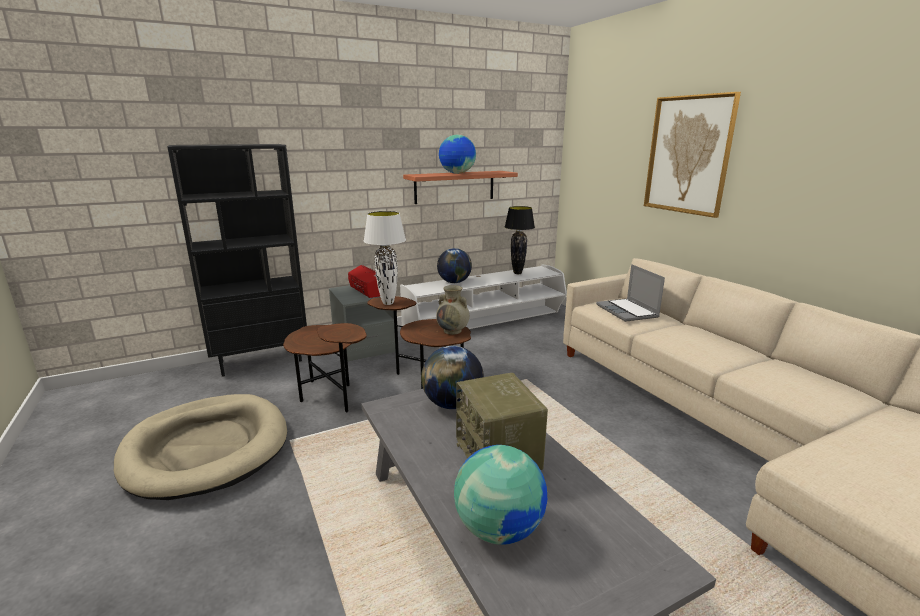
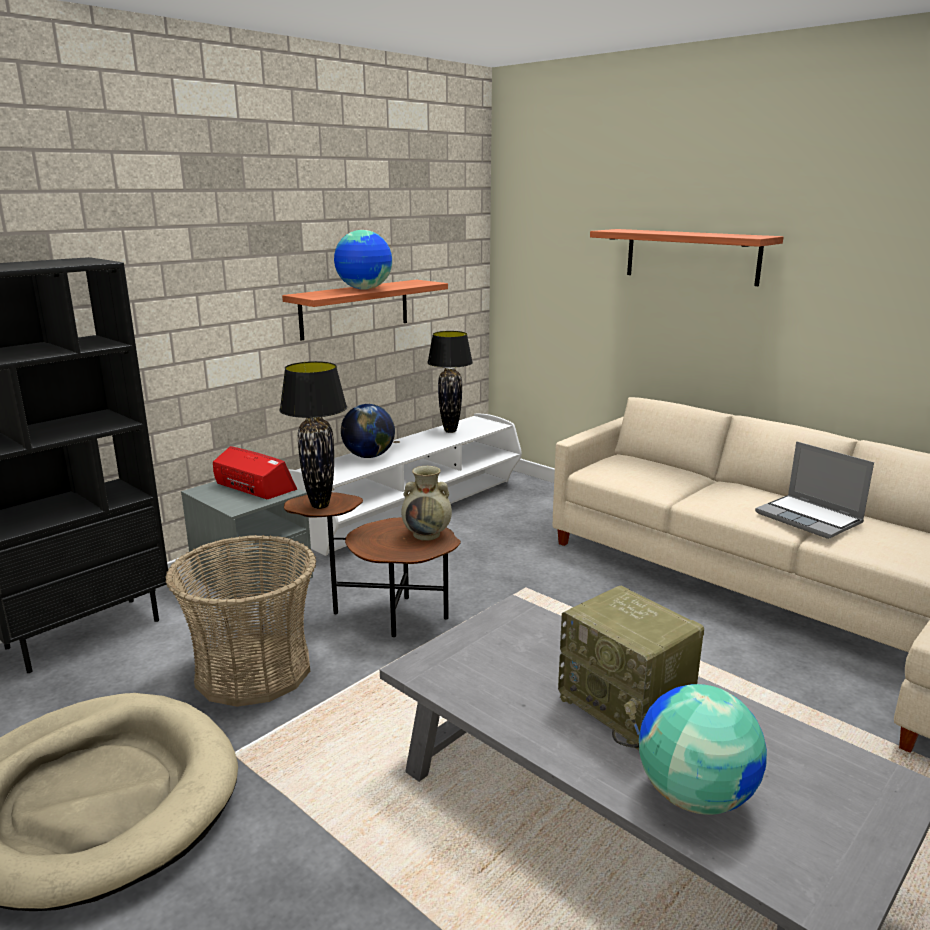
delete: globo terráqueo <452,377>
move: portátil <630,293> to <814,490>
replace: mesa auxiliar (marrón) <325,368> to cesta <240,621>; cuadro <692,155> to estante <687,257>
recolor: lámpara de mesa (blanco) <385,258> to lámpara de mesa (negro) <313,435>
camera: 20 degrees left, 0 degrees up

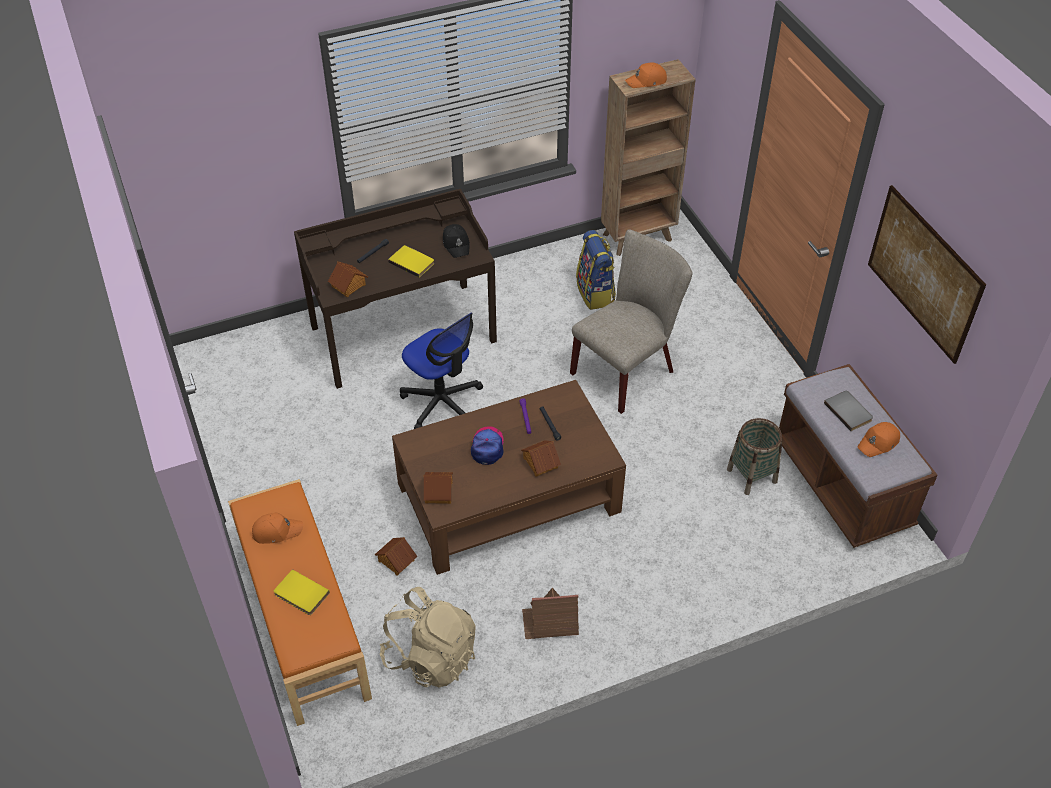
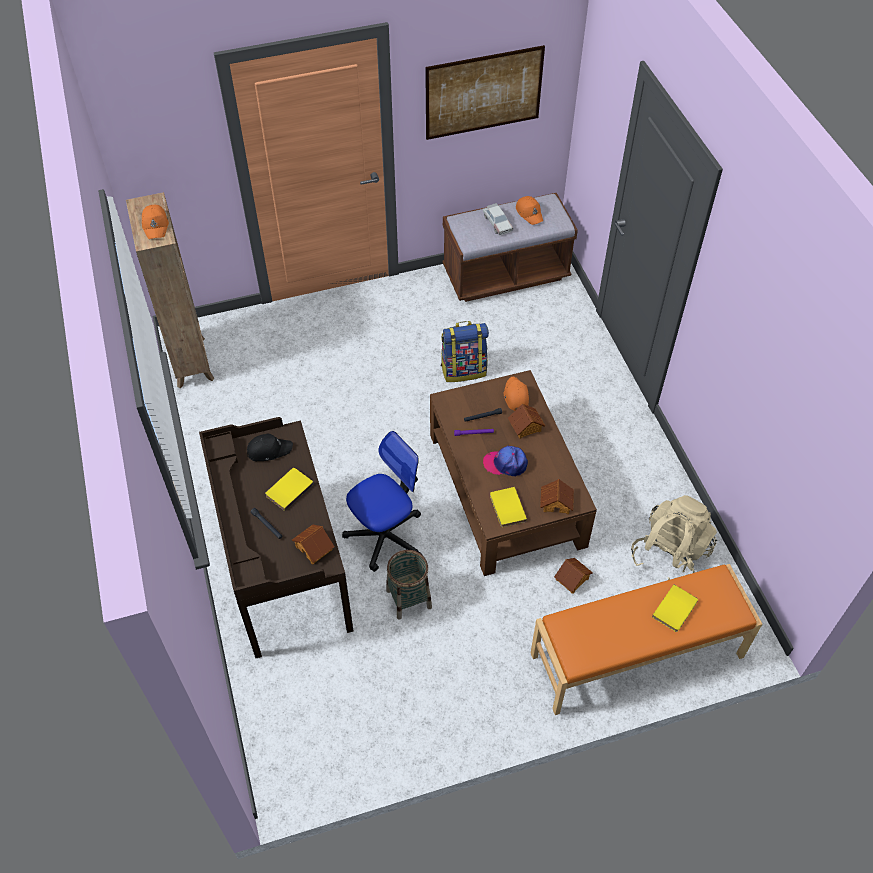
delete: casita <550,613>; silla (beis) <631,322>
insert: libro (amarillo) <508,507>
move: cesta <754,456> to <409,585>; mochila <596,270> to <465,351>; gorra (naranja) <277,528> to <516,394>
replace: libro (gris) <848,411> to coche de juguete <498,219>
camera: 85 degrees left, 5 degrees up

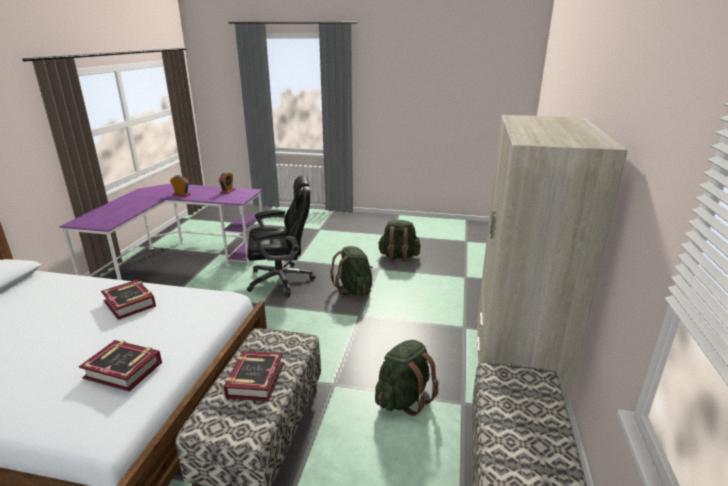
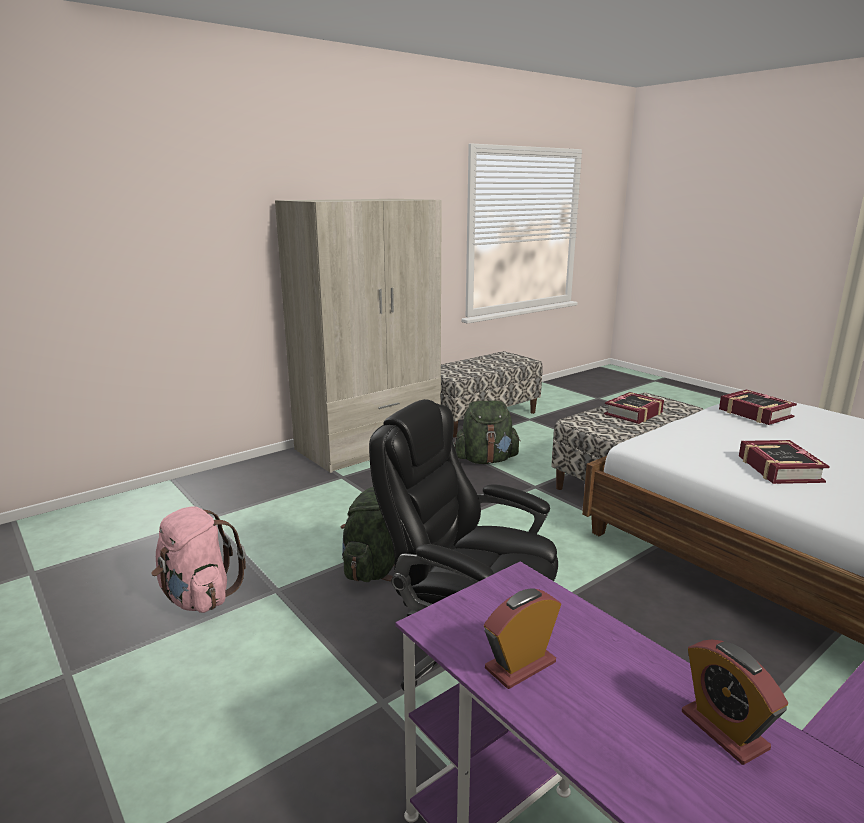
recolor: mochila (verde) <399,241> to mochila (rosa) <198,559>
camera: 140 degrees left, 5 degrees down

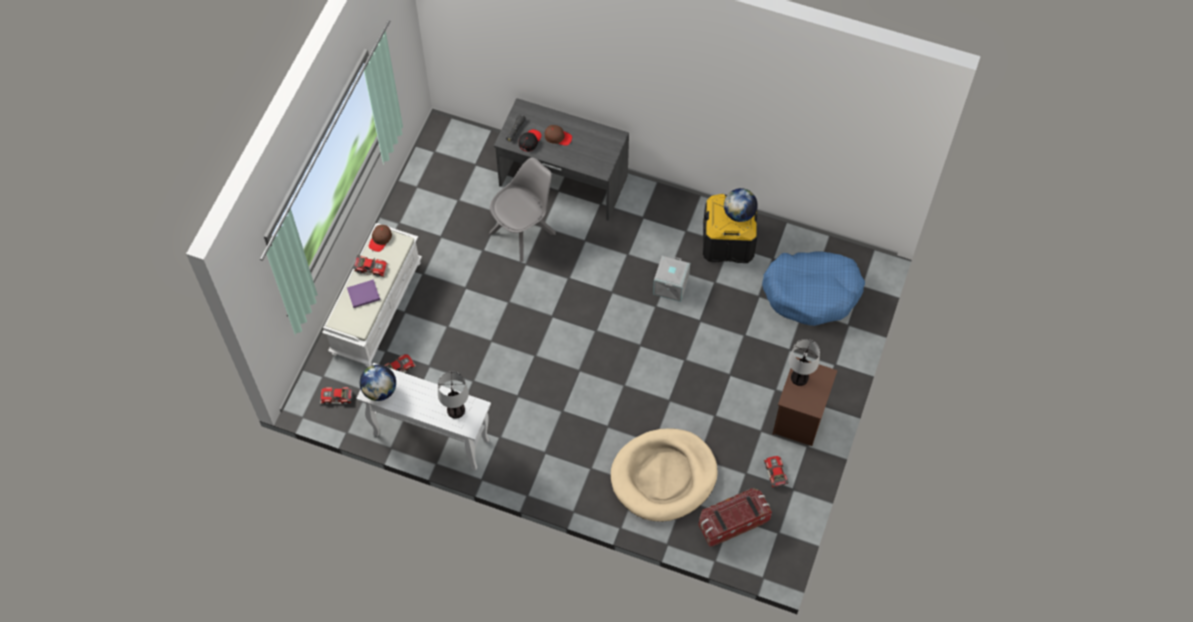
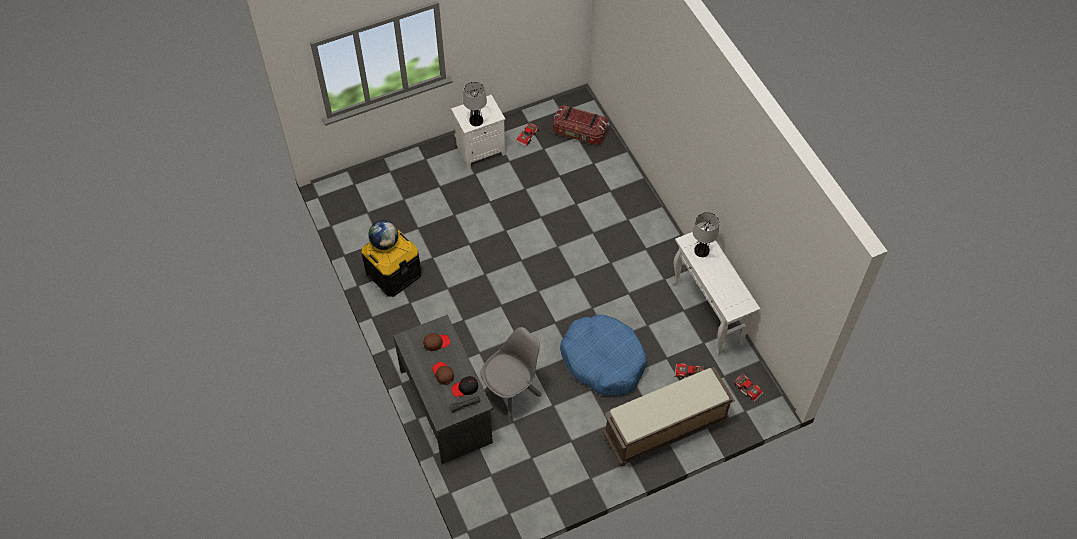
delete: libro (morado) <363,293>; coche de juguete <370,266>; globo terráqueo <378,383>; cama para perro (beis) <664,475>; caja de almacenaje (gris) <671,279>
move: gorra (marrón) <380,238> to <436,342>; cama para perro (azul) <813,288> to <603,355>
recolor: mesita de noche (marrón) <805,401> to mesita de noche (blanco) <478,131>; banco (blanco) <372,295> to banco (marrón) <668,416>
rotate: silla (gris) <522,209> = <511,375> 135 degrees clockwise
camera: 135 degrees left, 5 degrees down

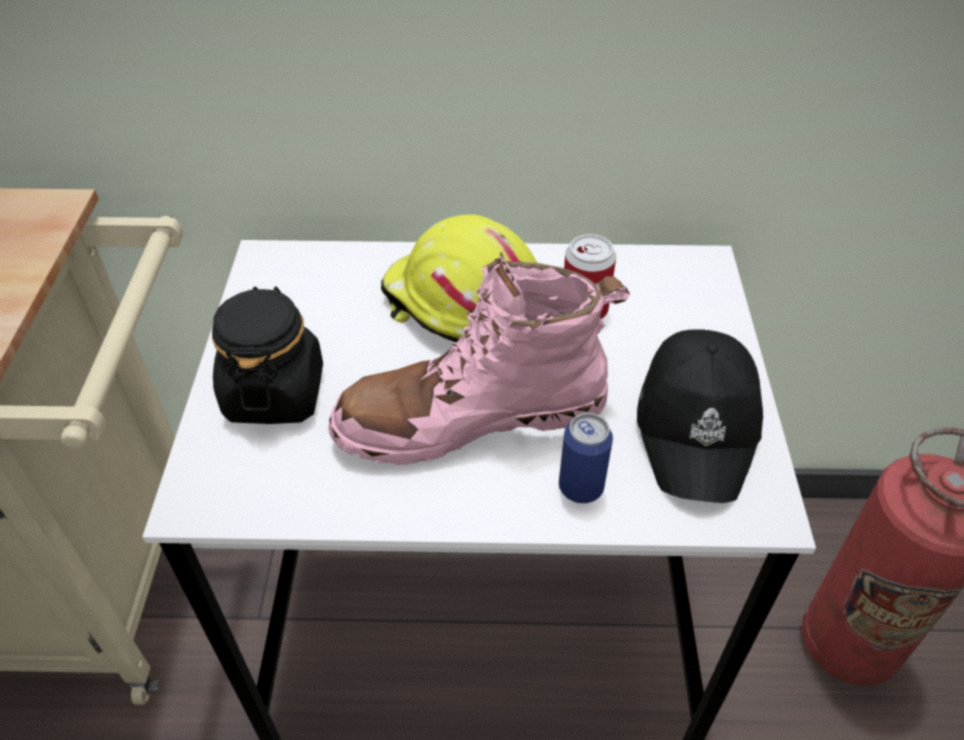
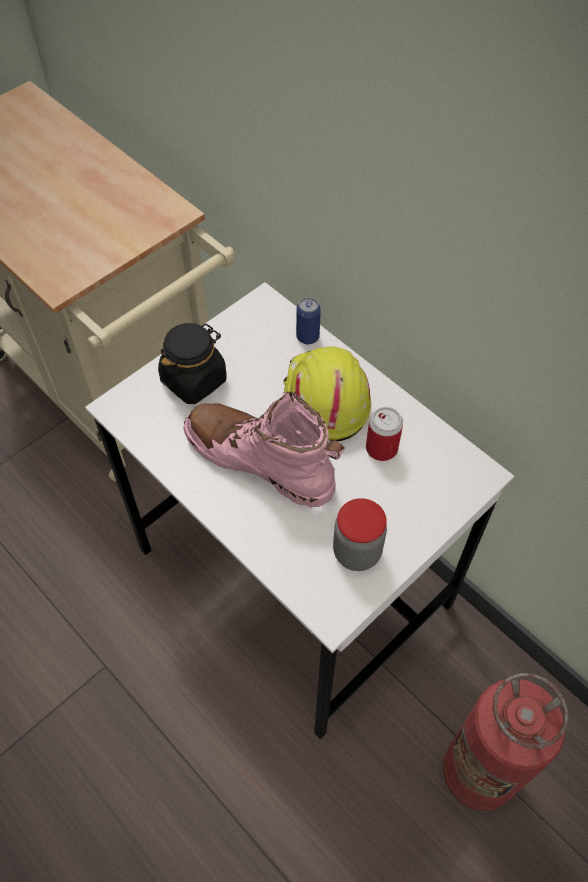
move: lata <586,458> to <308,320>
replace: gorra (negro) <700,416> to tarro <360,534>
camera: 45 degrees right, 10 degrees up

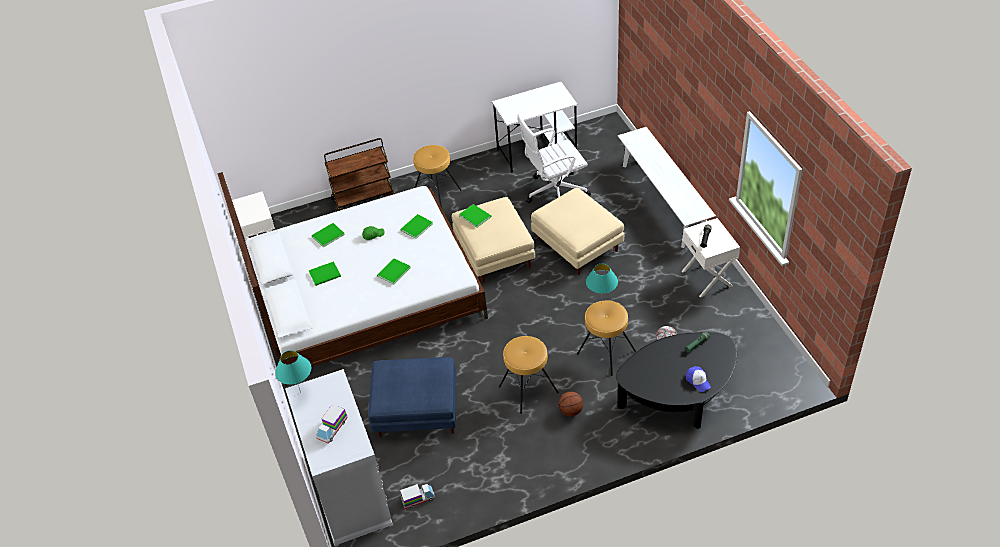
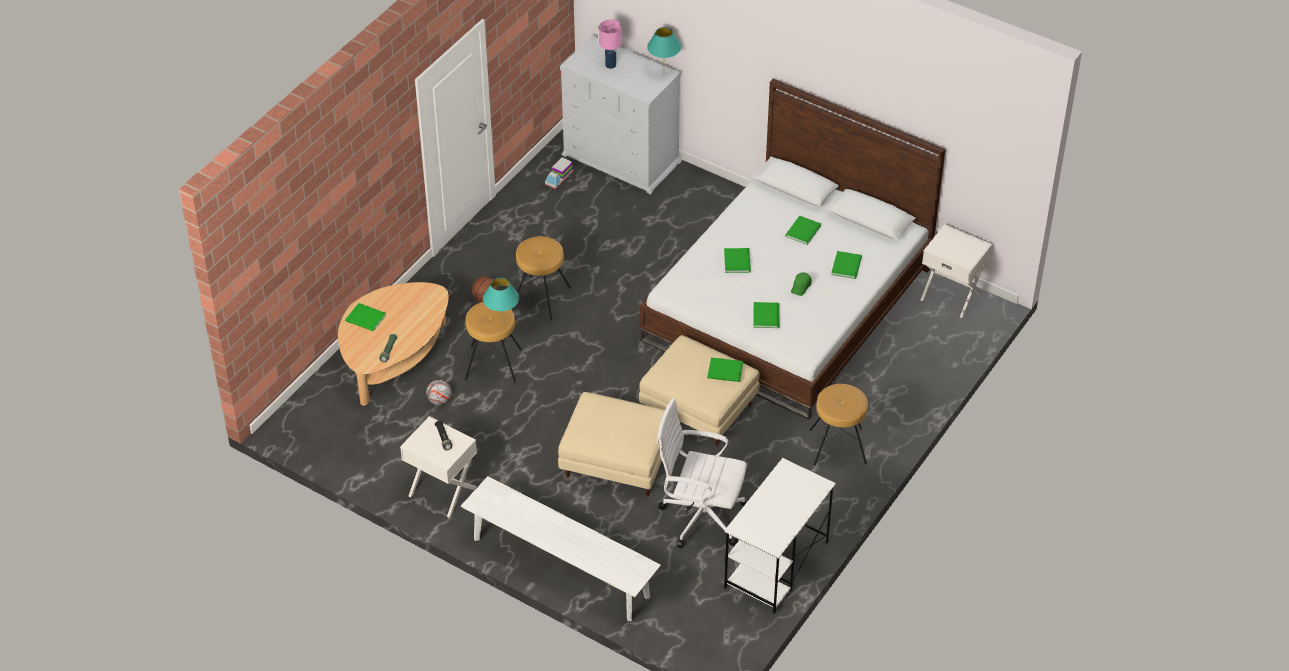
delete: carrito (marrón) <359,175>; puf (azul) <412,397>
replace: gorra <698,379> to libro (verde) <365,317>; camión de juguete <332,424> to lámpara de mesa (rosa) <610,44>
recolor: mesa de centro (negro) <676,381> to mesa de centro (beis) <393,344>
rotate: silla de oficina (blanco) <554,158> = <702,473> 105 degrees counterclockwise
camera: 140 degrees right, 0 degrees up

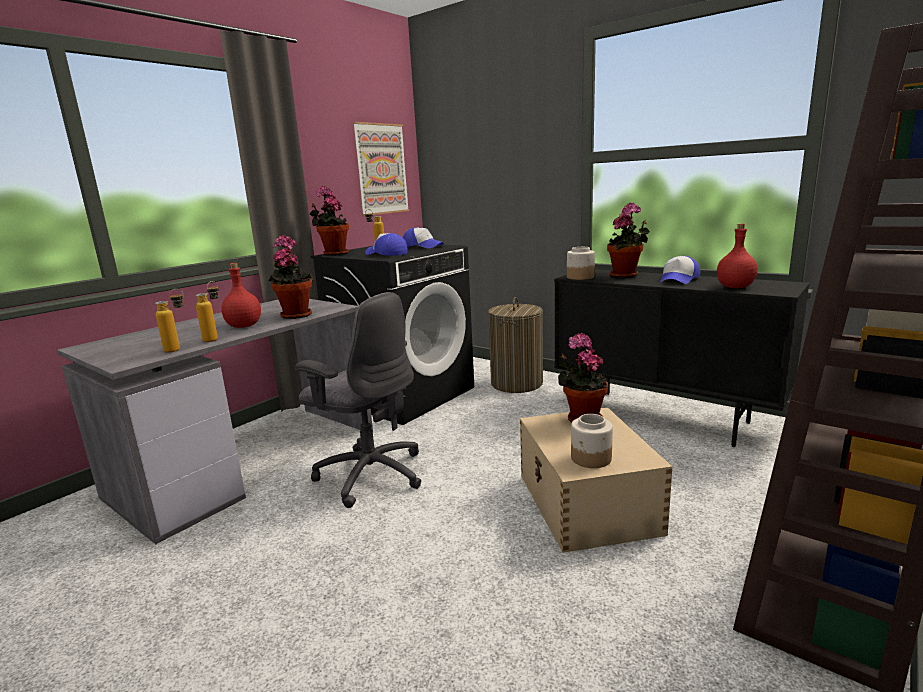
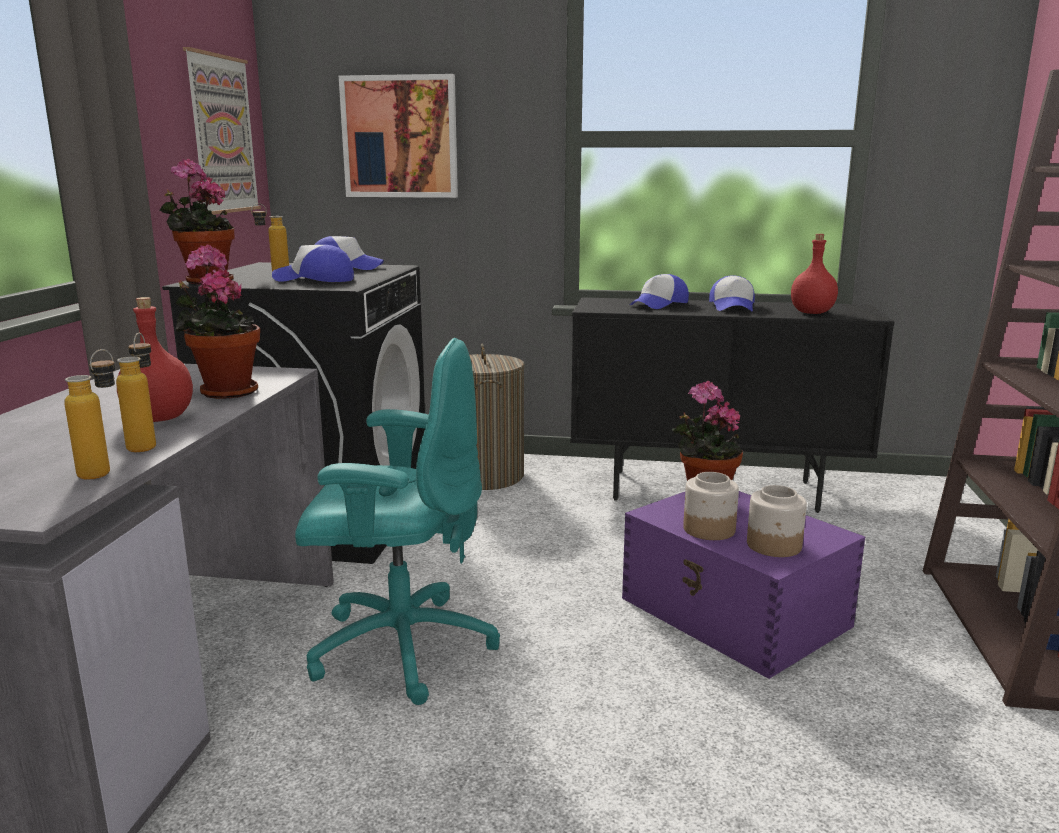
insert: cuadro <398,136>
move: tarro <581,263> to <711,506>
replace: planta en maceta <628,240> to gorra <659,291>
recolor: silla de oficina (gris) <358,400> to silla de oficina (turquesa) <397,521>; caja de almacenaje (beis) <596,480> to caja de almacenaje (morado) <743,585>
camera: 30 degrees left, 0 degrees up

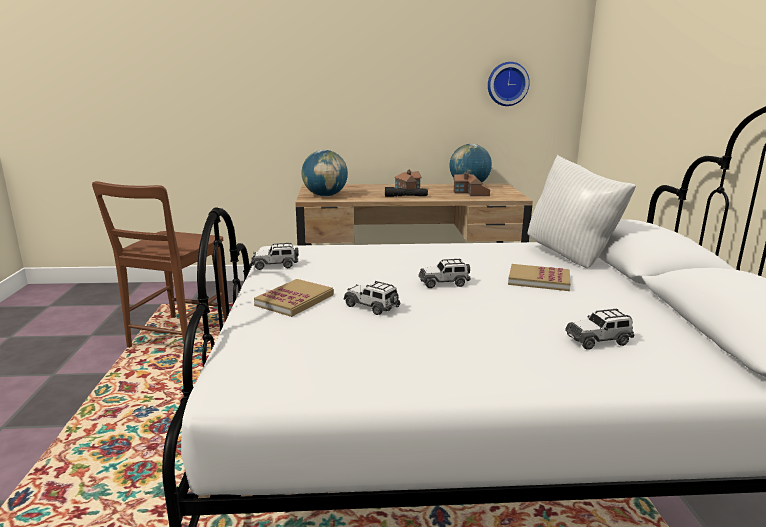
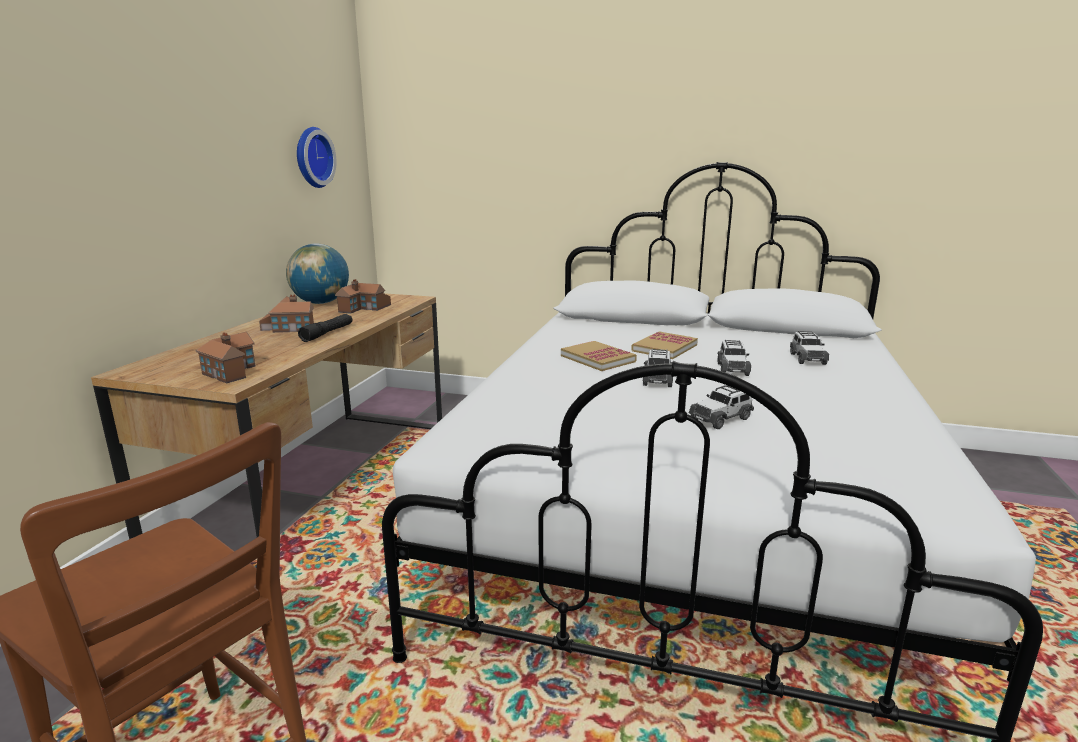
delete: cojín (blanco) <581,211>
move: libro <294,298> to <599,356>; coche de juguete <275,256> to <734,358>
replace: globo terráqueo <324,173> to casita <225,357>
camera: 70 degrees left, 0 degrees up

